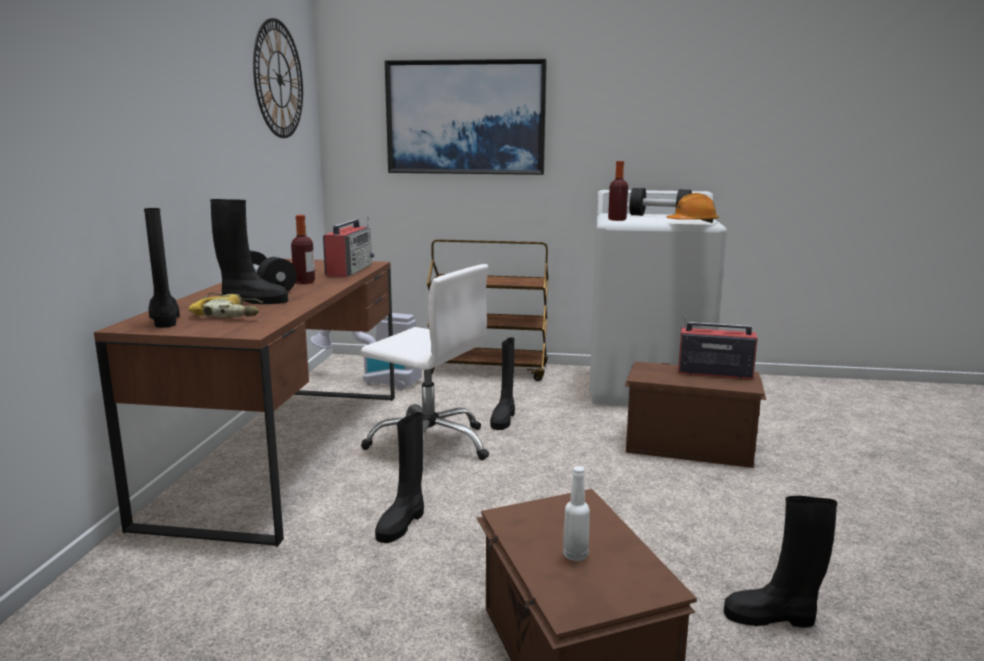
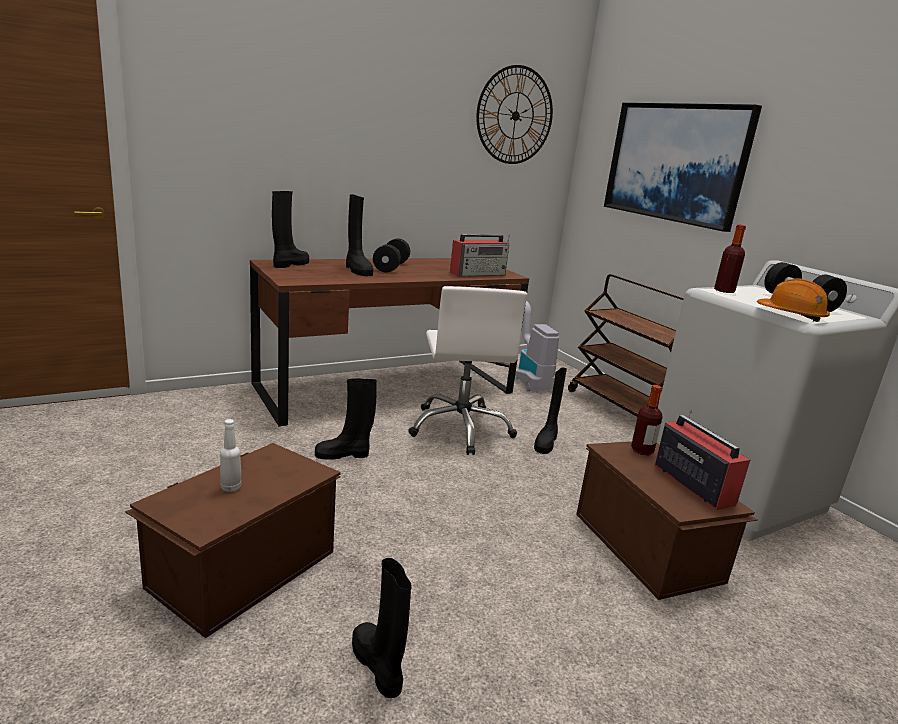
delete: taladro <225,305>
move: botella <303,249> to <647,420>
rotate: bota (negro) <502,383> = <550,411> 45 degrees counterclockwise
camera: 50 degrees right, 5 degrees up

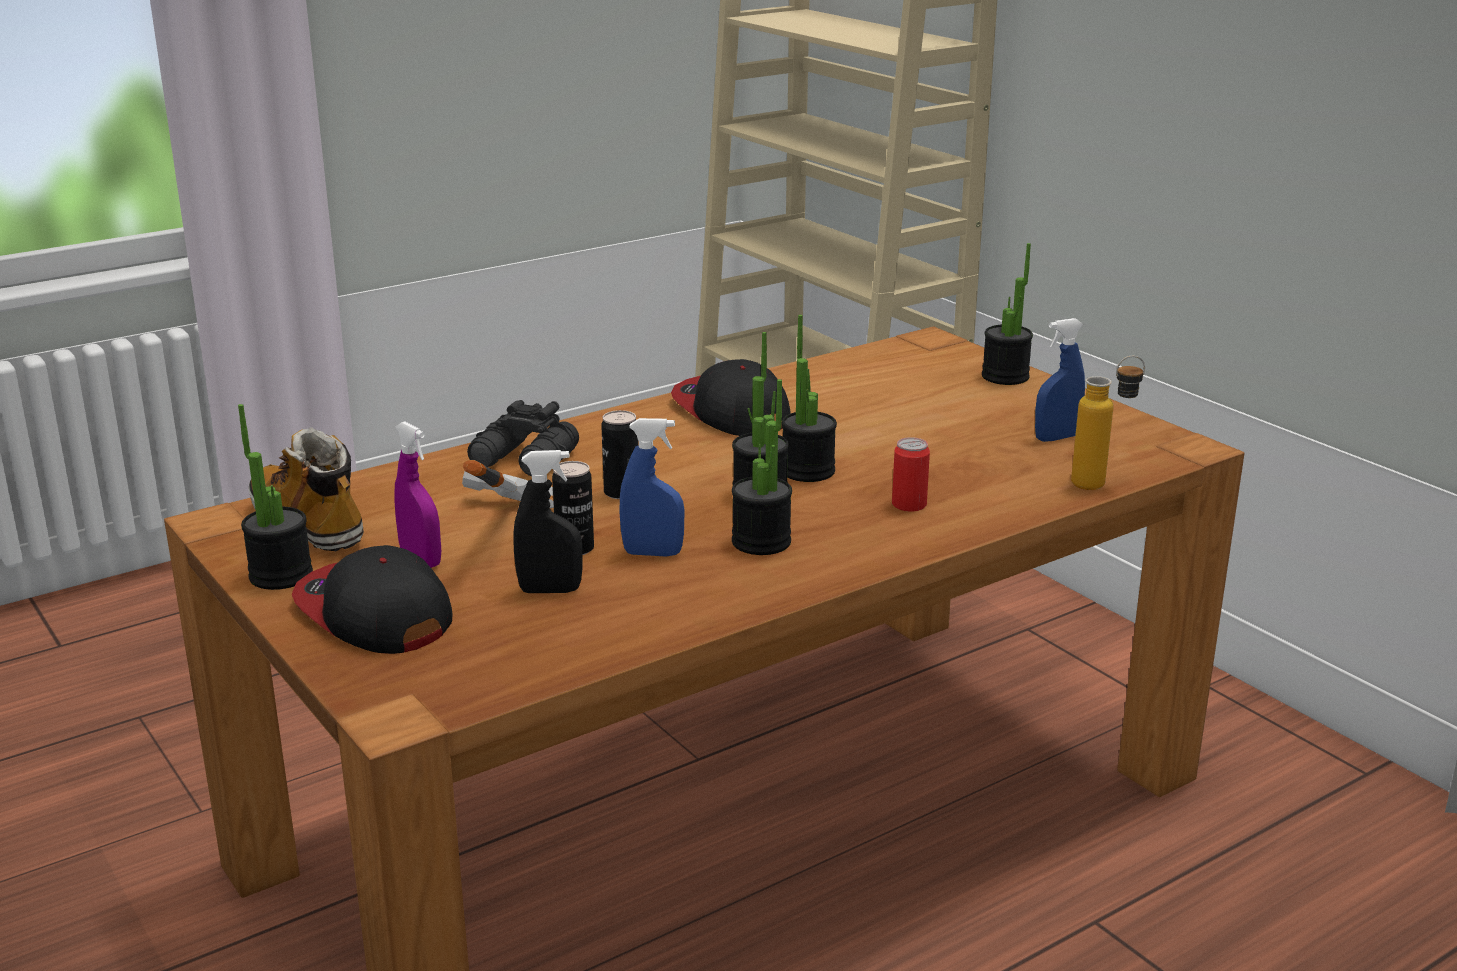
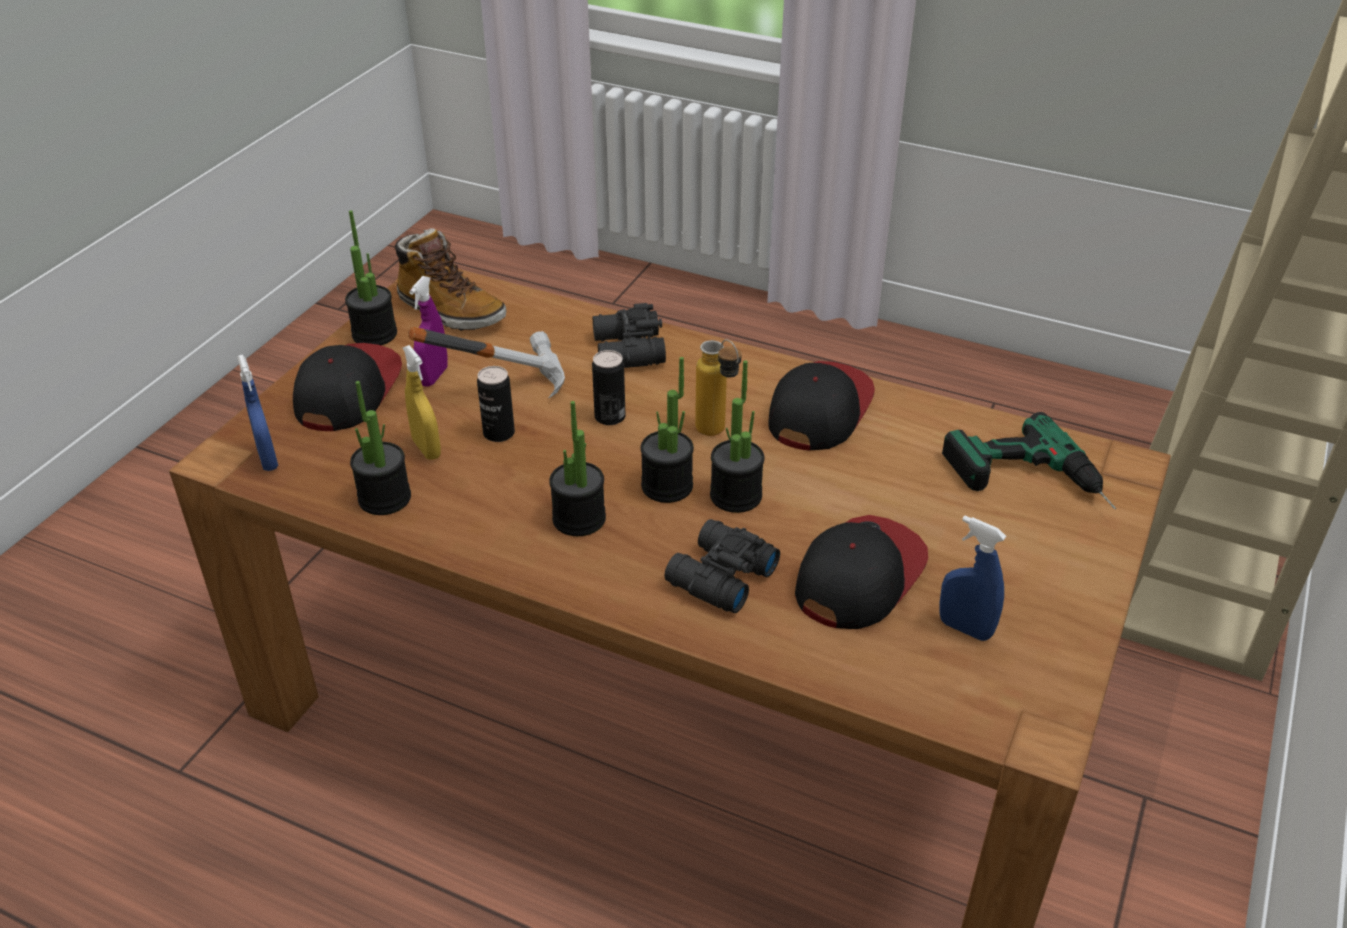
insert: gorra <861,572>; taladro <1029,461>
move: pulverizador (azul) <651,487> to <257,413>; planta en maceta <1007,314> to <380,448>; botella <1108,423> to <718,387>
replace: lata <911,474> to prismáticos (negro) <722,566>
recolor: pulverizador (negro) <547,521> to pulverizador (amarillo) <421,402>
rotate: bota <306,489> = <450,279> 105 degrees clockwise
camera: 60 degrees right, 15 degrees up

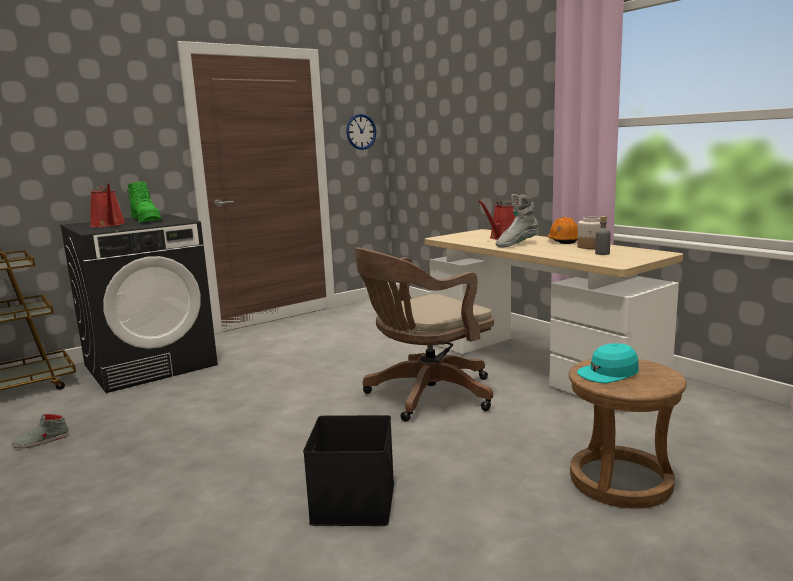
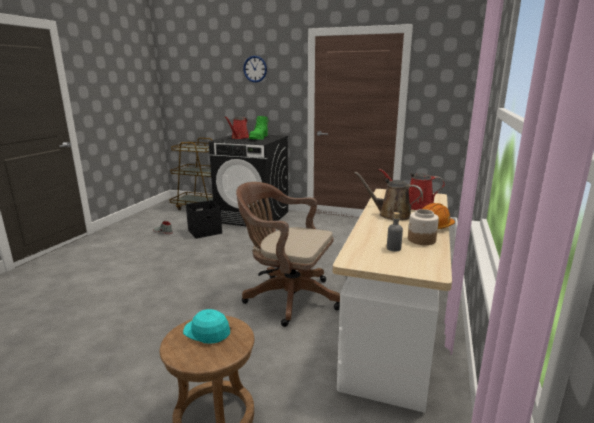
move: caja de almacenaje (negro) <348,470> to <204,219>; reloj de pared <361,132> to <255,69>
replace: bota (gris) <517,221> to regadera (marrón) <388,196>
camera: 55 degrees right, 5 degrees up

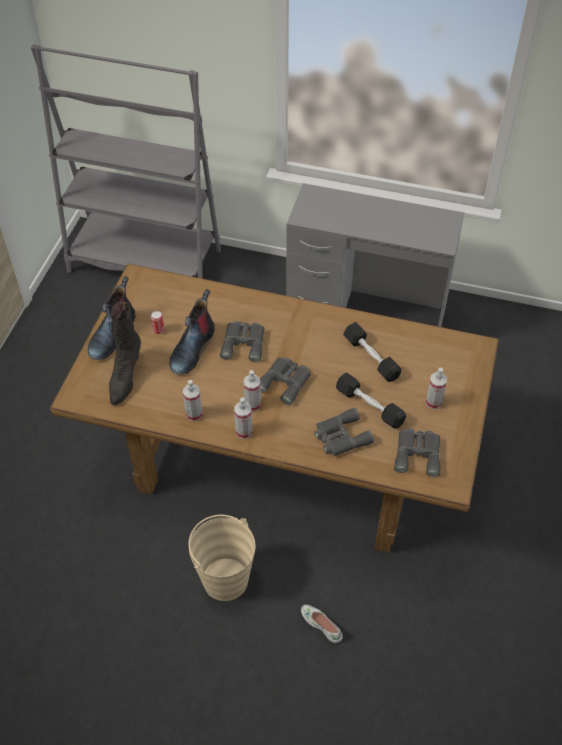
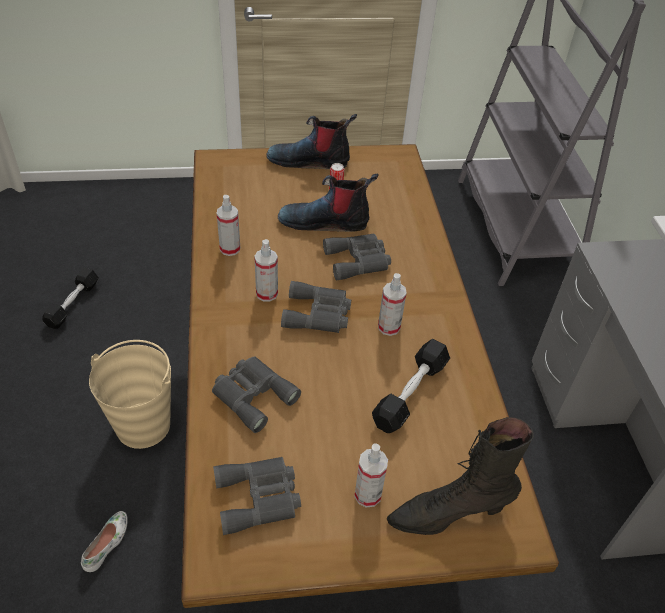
move: mancuerna (negro) <371,401> to <70,298>; pulverizador <243,418> to <392,304>; bota (negro) <125,353> to <460,476>
camera: 65 degrees right, 5 degrees down

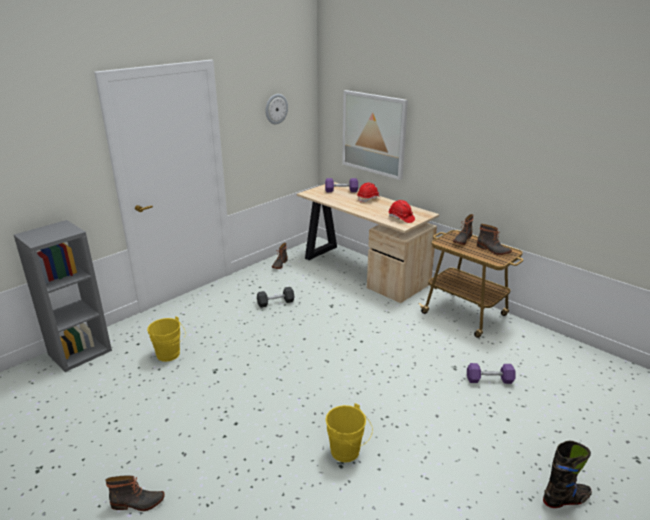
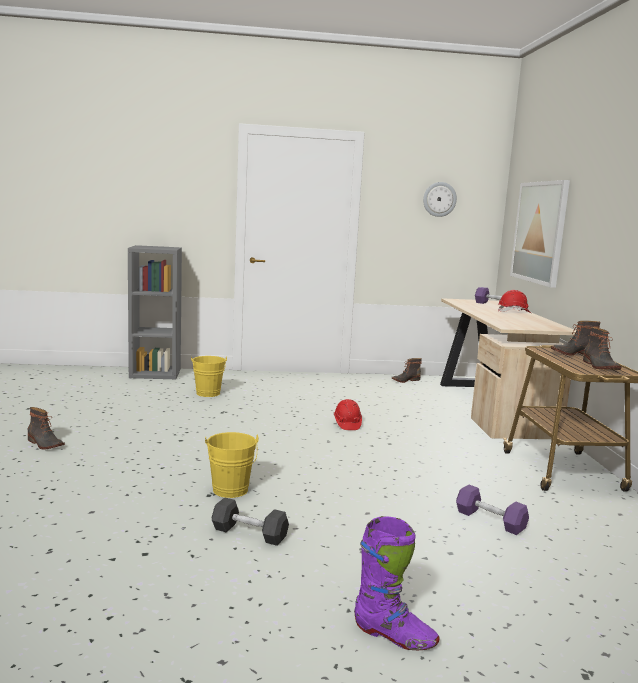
move: mancuerna (gris) <276,297> to <250,521>; casco (rojo) <401,211> to <348,414>
recolor: bota (negro) <567,474> to bota (morado) <397,583>
camera: 40 degrees right, 15 degrees down

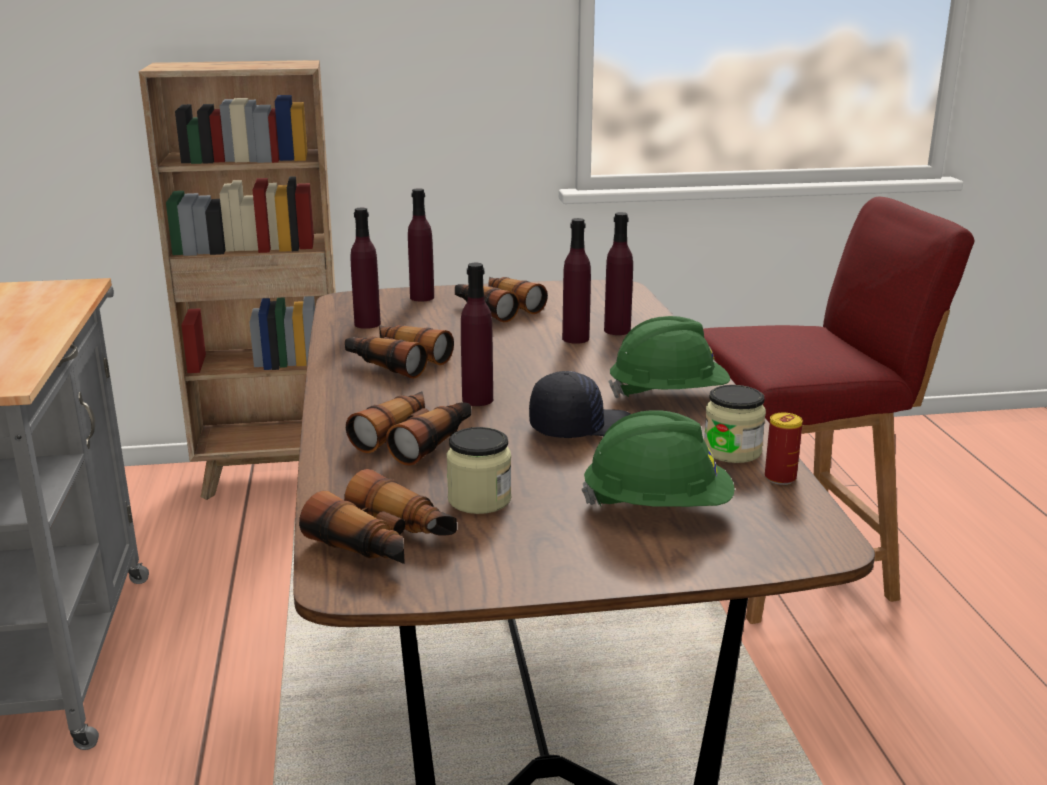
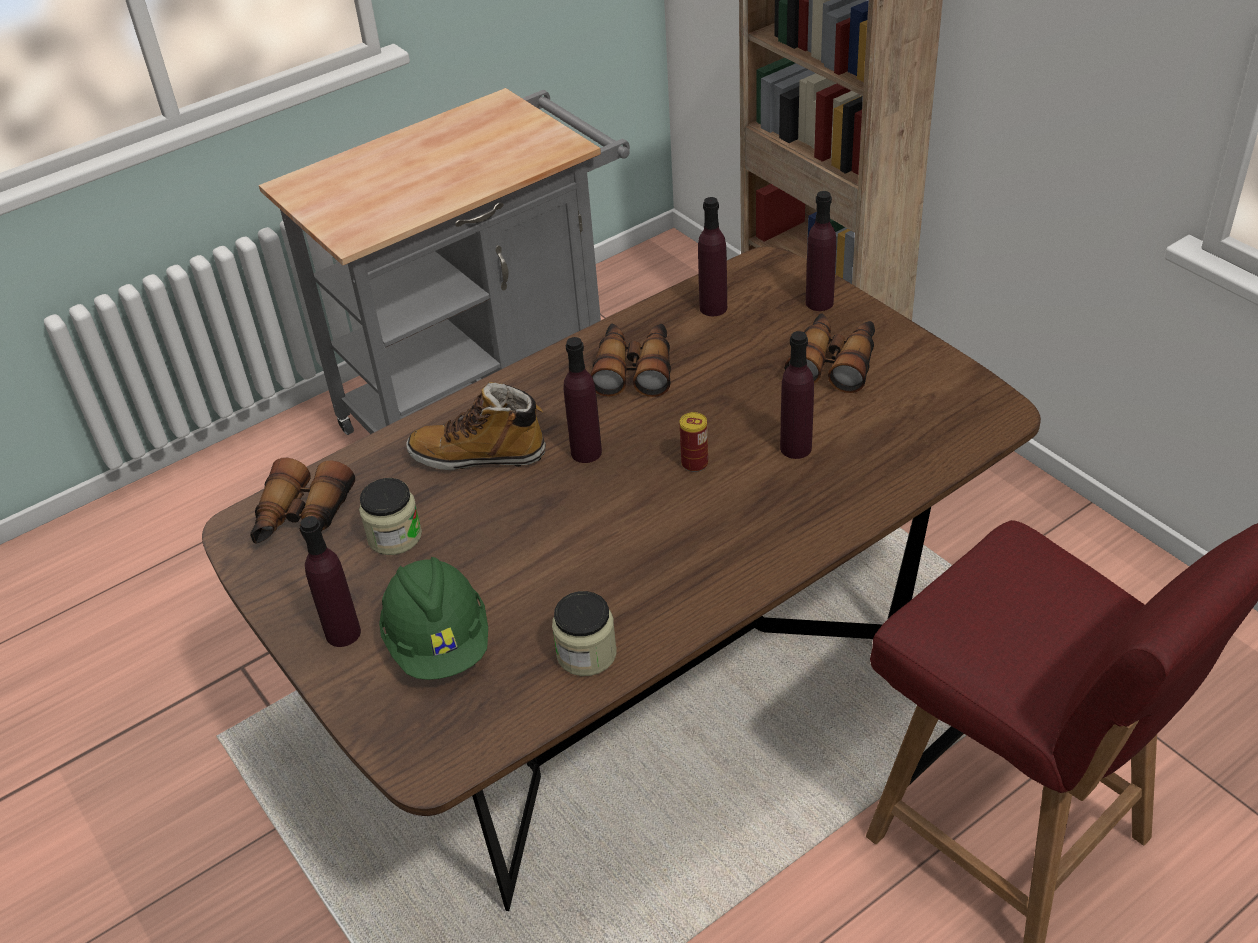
delete: gorra (negro) <579,404>; casco (verde) <669,357>
move: botella (morado) <618,273> to <330,581>; lata <784,449> to <694,442>
replace: prismáticos <408,428> to bota <476,426>
camera: 65 degrees right, 20 degrees up

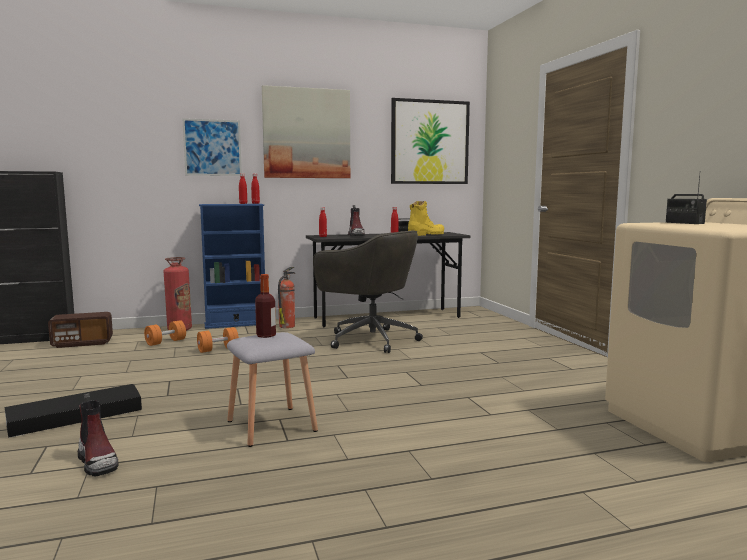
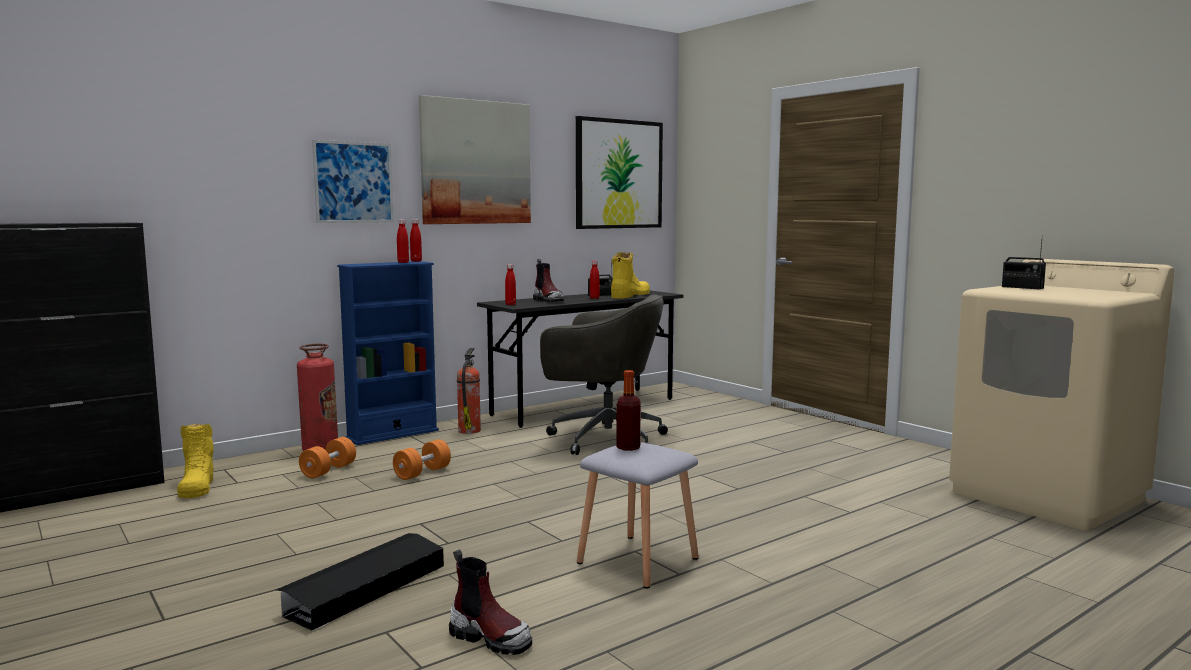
replace: radio <80,330> to bota (amarillo) <195,461>
camera: 20 degrees left, 0 degrees up

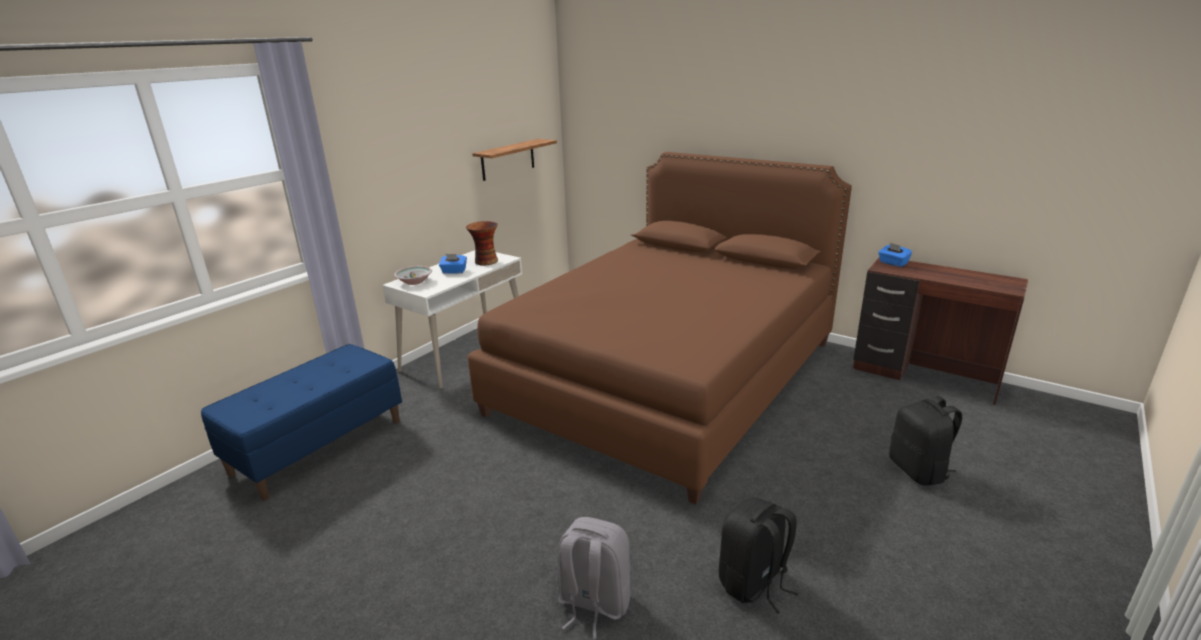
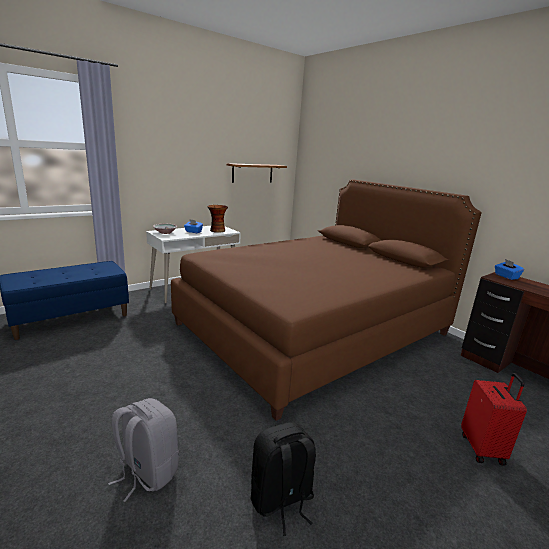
replace: mochila (negro) <925,441> to maleta (rojo) <494,419>
camera: 15 degrees right, 5 degrees down

